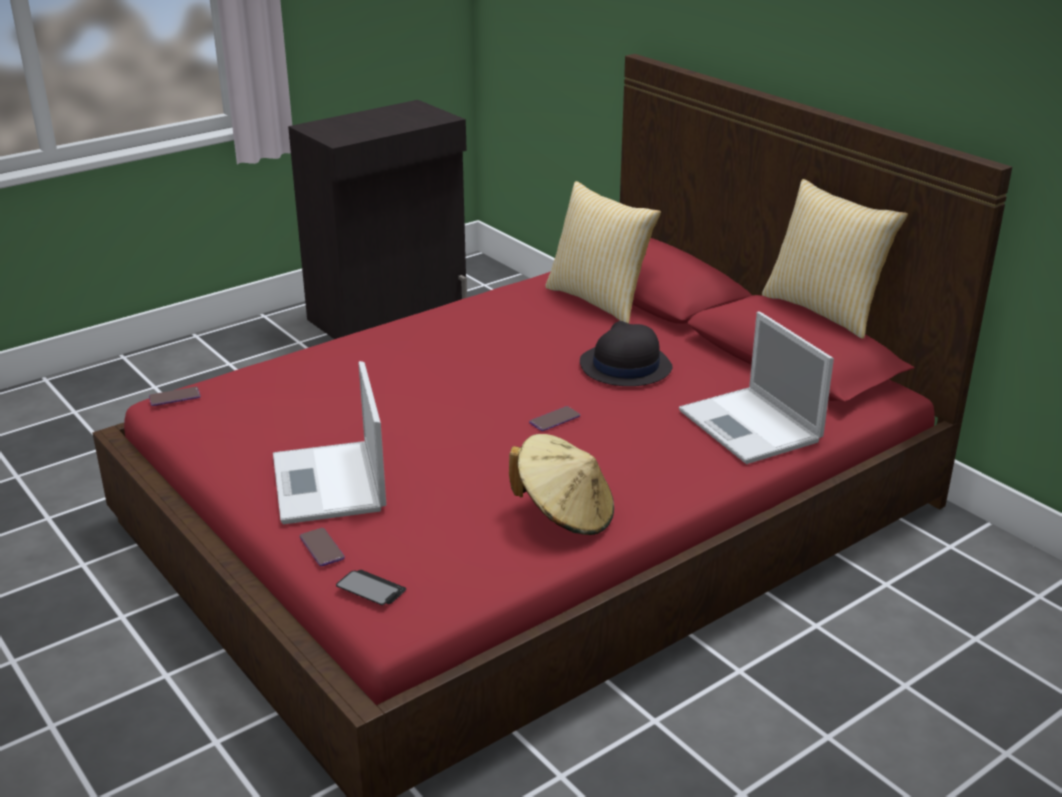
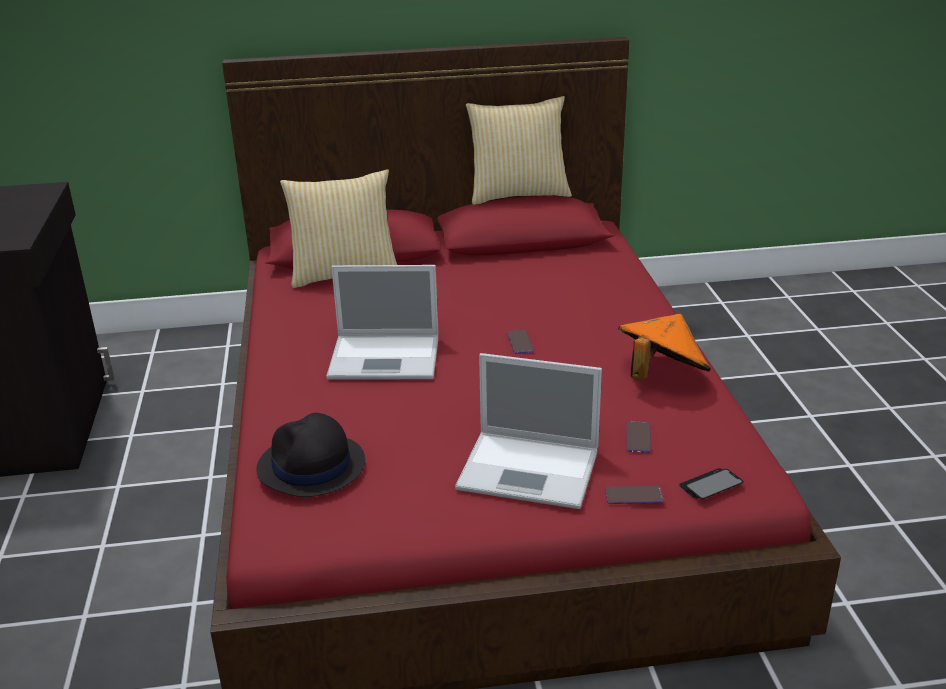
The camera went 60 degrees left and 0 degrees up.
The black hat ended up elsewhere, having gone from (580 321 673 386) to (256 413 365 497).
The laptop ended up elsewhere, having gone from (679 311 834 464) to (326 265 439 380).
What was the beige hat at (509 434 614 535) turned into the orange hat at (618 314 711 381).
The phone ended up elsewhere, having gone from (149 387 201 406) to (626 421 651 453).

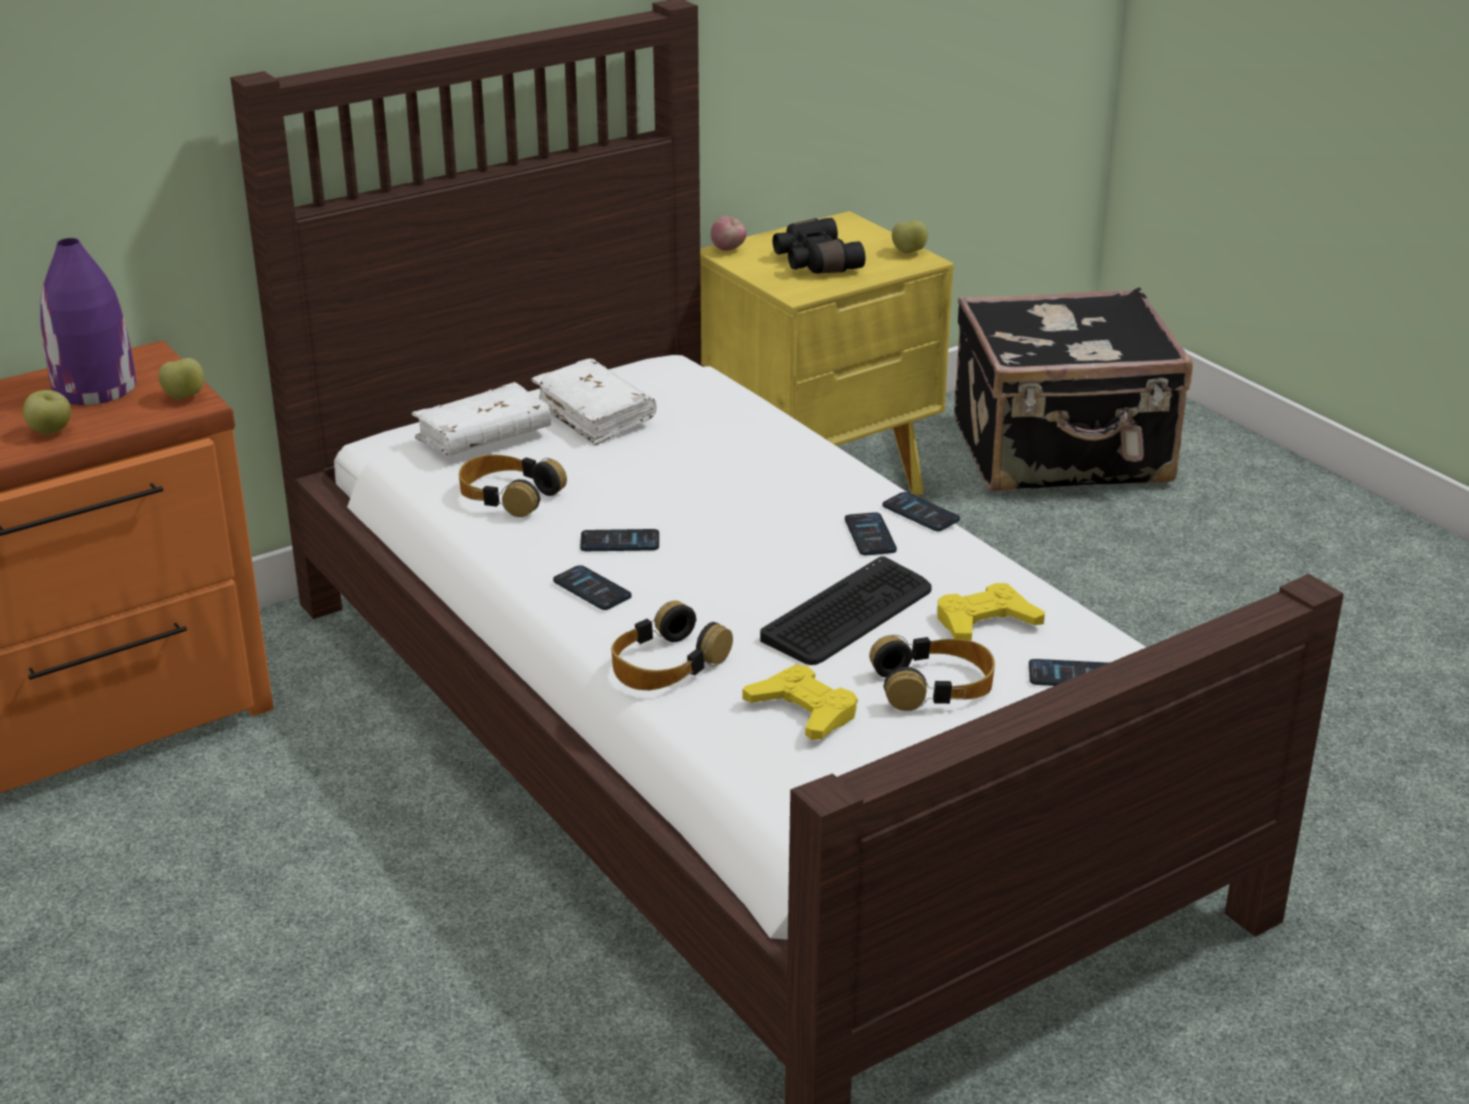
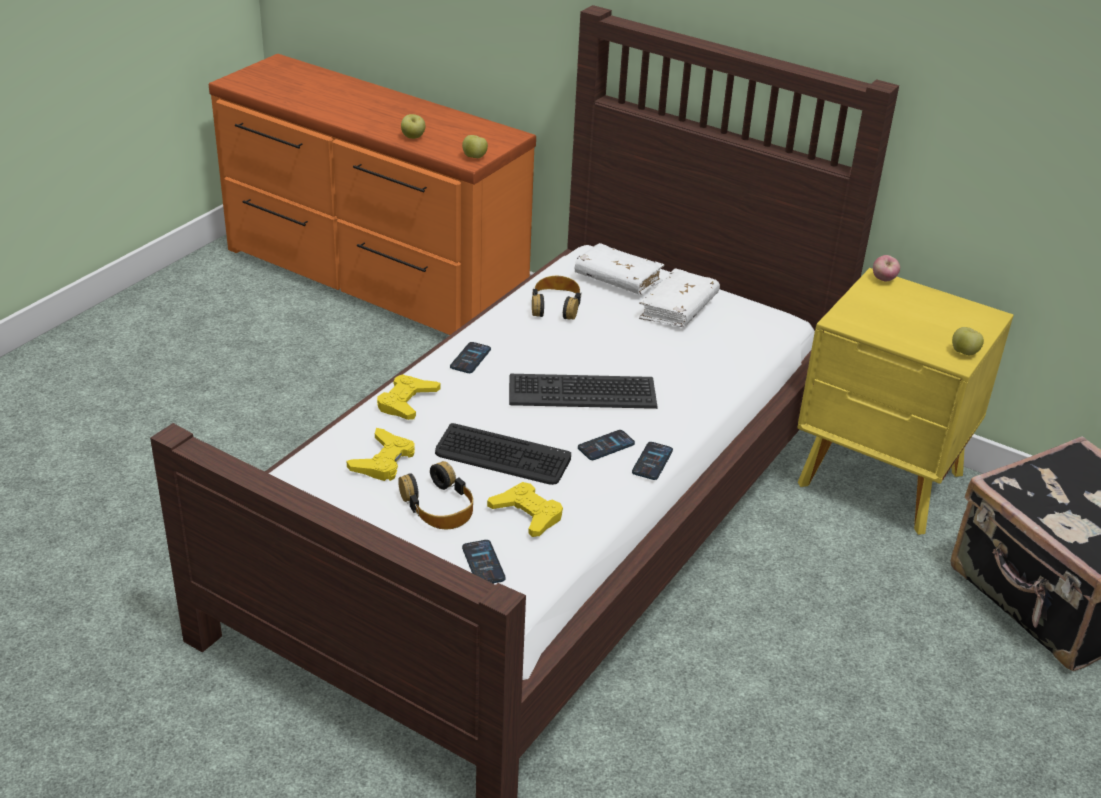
The camera went 65 degrees right and 5 degrees up.
Where the headphones stood at (611 601 733 690), the yellow game controller came to stand at (377 374 441 420).
The second view gained the keyboard at (509 374 658 409).
The second view lost the purple vase at (40 238 136 405).
The second view lost the phone at (580 529 659 551).
The second view lost the black binoculars at (773 218 865 274).

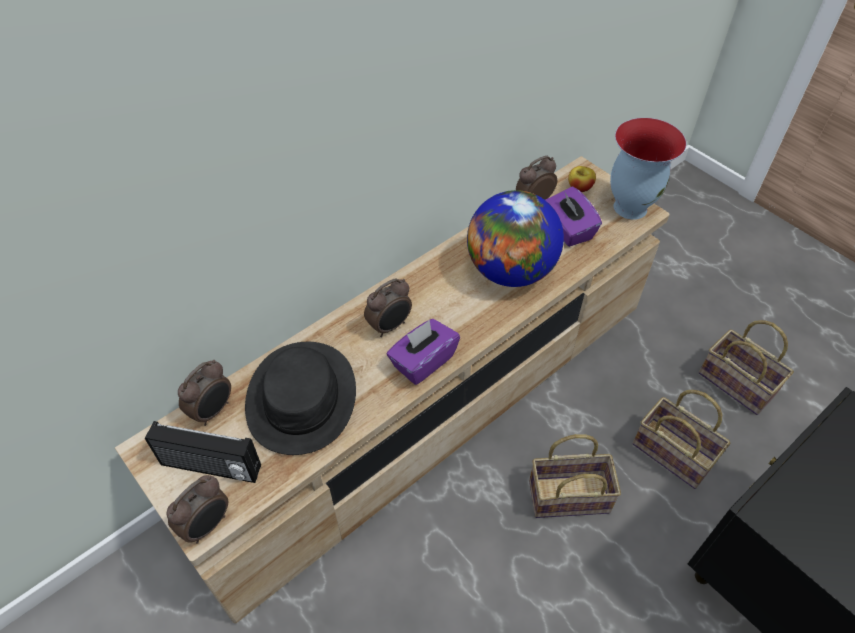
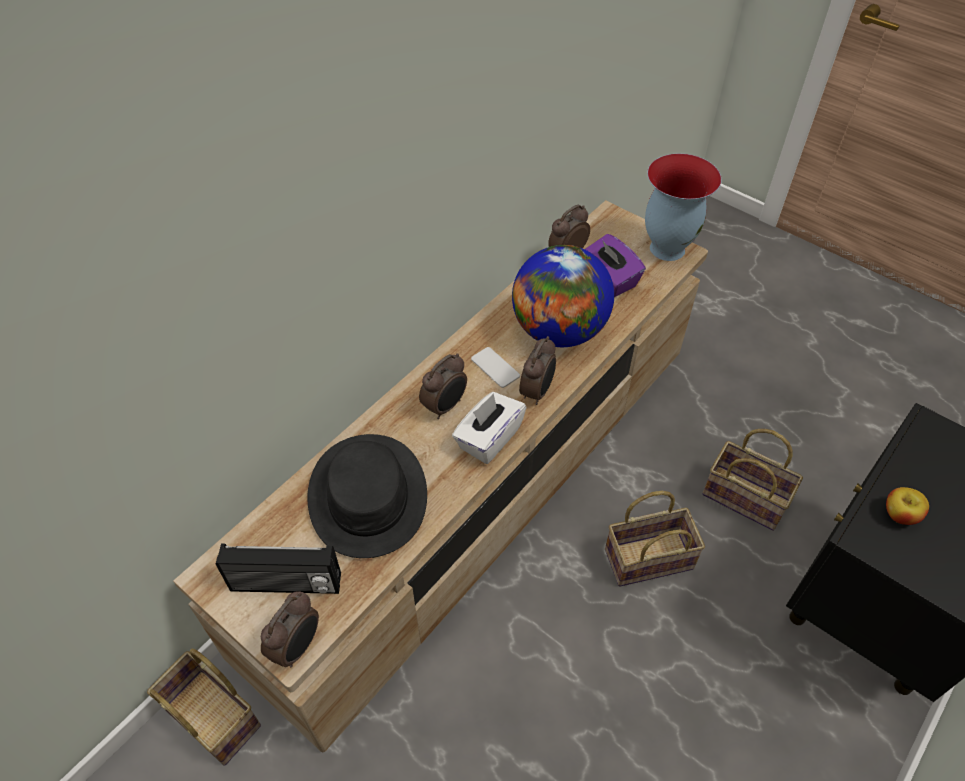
The camera went 10 degrees left and 0 degrees up.
The basket ended up elsewhere, having gone from (699 320 794 415) to (147 648 261 766).
What was the purple tissue box at (387 319 460 385) turned into the white tissue box at (452 392 527 464).
The second view gained the phone at (471 347 520 388).
The alarm clock ended up elsewhere, having gone from (178 360 231 426) to (519 336 556 405).
The apple ended up elsewhere, having gone from (568 166 596 192) to (886 487 929 525).

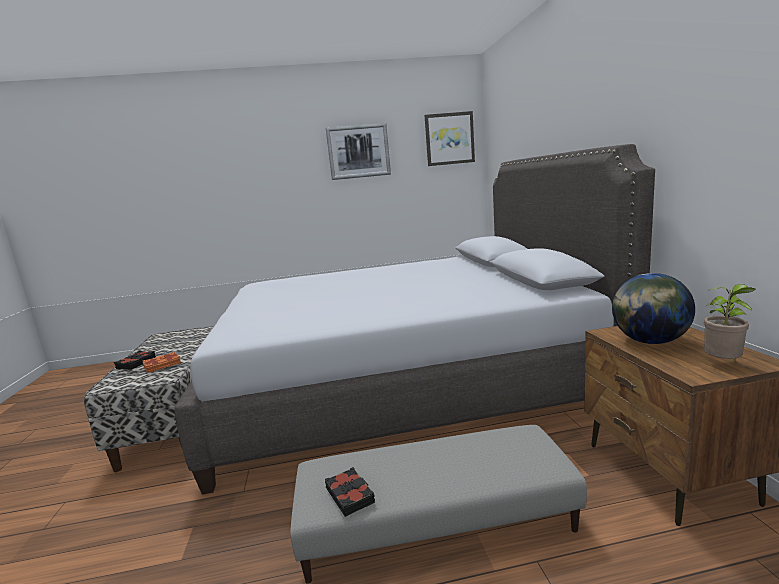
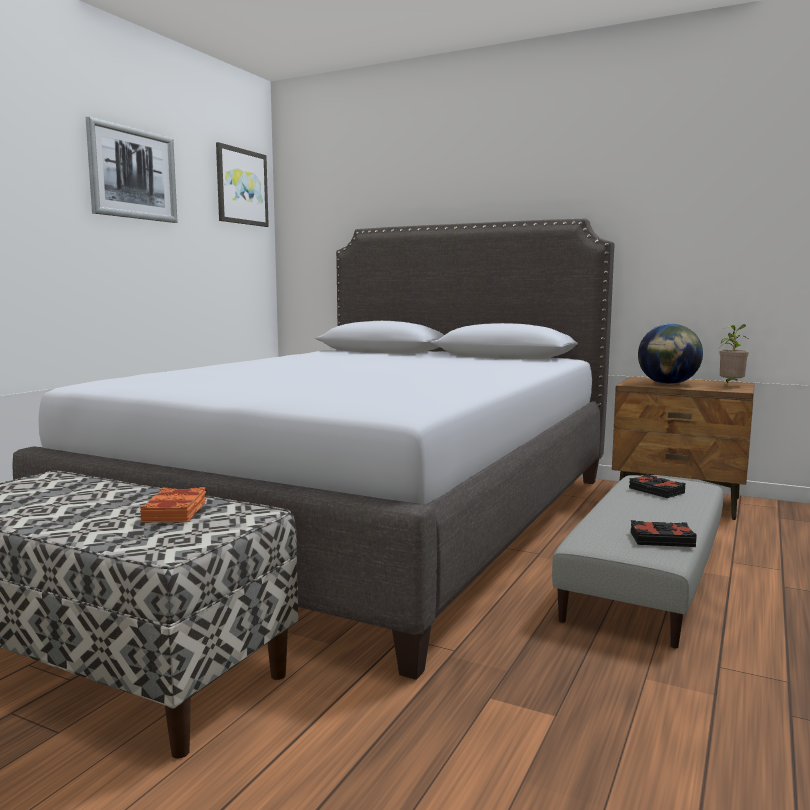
The camera went 55 degrees left and 5 degrees down.
The black book ended up elsewhere, having gone from (114 351 156 370) to (629 474 686 498).

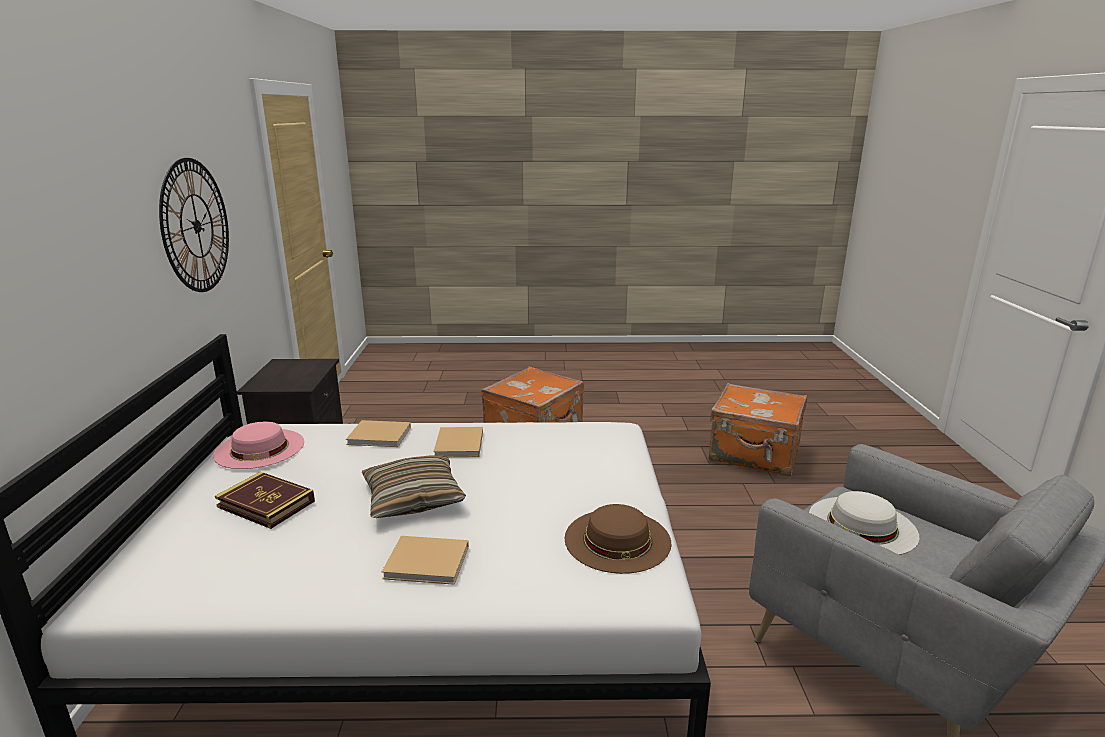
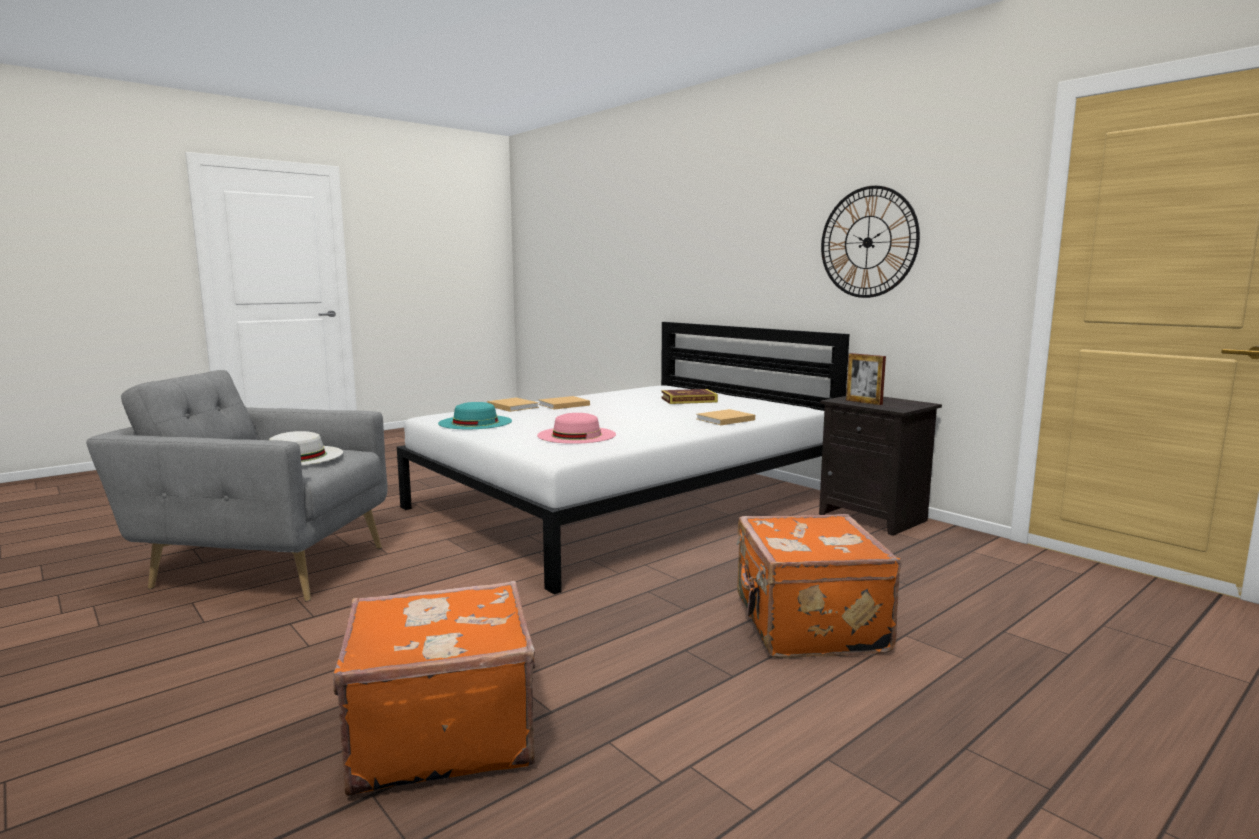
The camera went 140 degrees right and 10 degrees down.
What was the brown hat at (565 504 671 574) turned into the turquoise hat at (438 402 512 429).
The beige book ended up elsewhere, having gone from (433 427 483 457) to (487 398 539 412).
The pink hat ended up elsewhere, having gone from (213 422 304 469) to (537 413 616 444).
The second view gained the picture frame at (846 353 886 405).
The second view lost the pillow at (362 455 466 518).

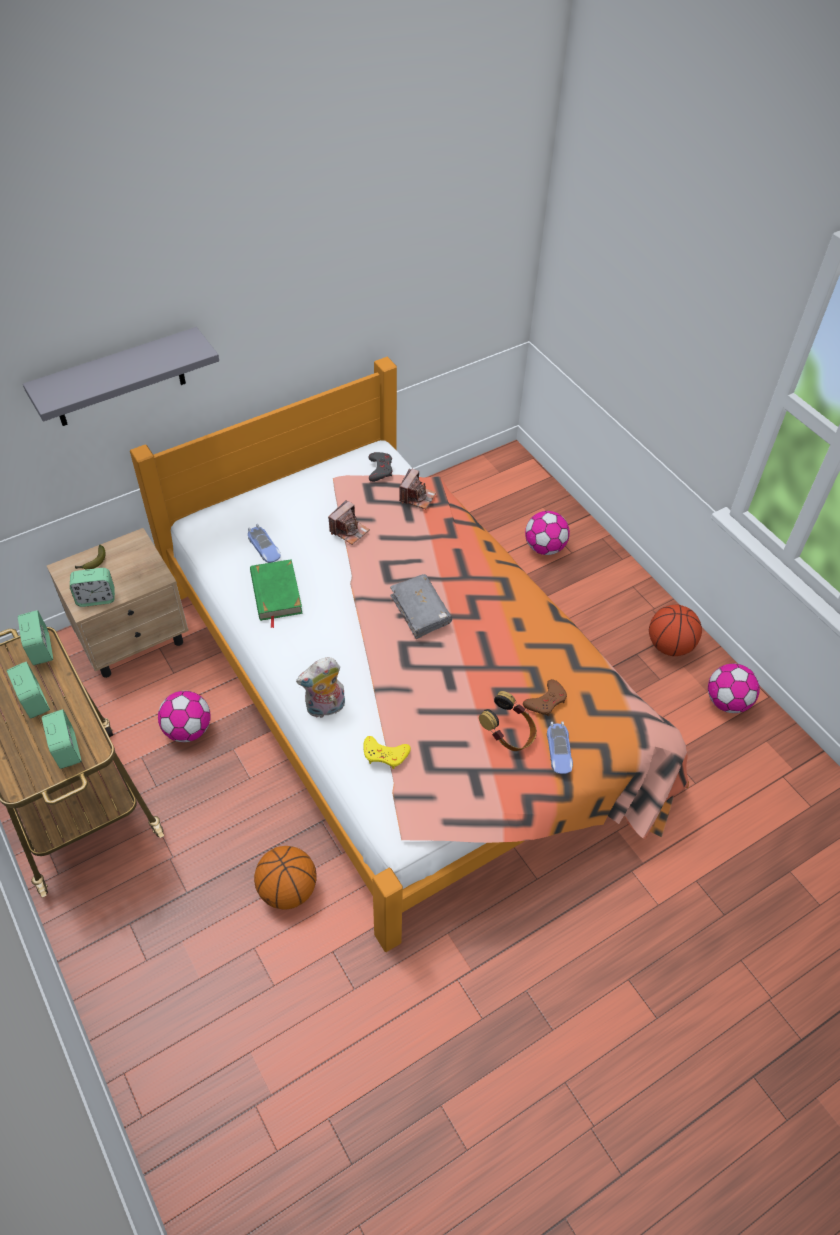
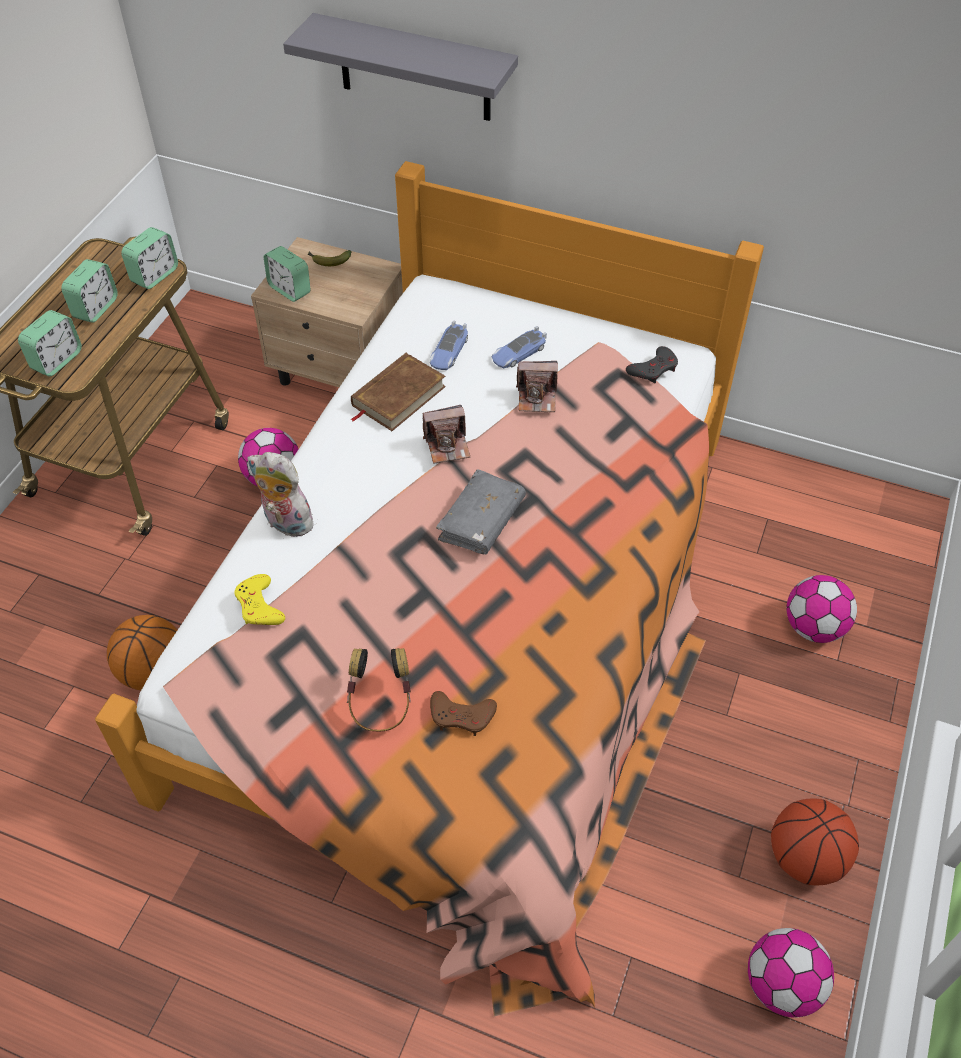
The camera went 55 degrees right and 0 degrees up.
What was the green book at (250 559 303 628) turned into the brown book at (350 353 446 431).
The photo camera ended up elsewhere, having gone from (399 468 436 509) to (422 405 470 464).
The toy car ended up elsewhere, having gone from (547 721 573 774) to (492 326 547 368).

